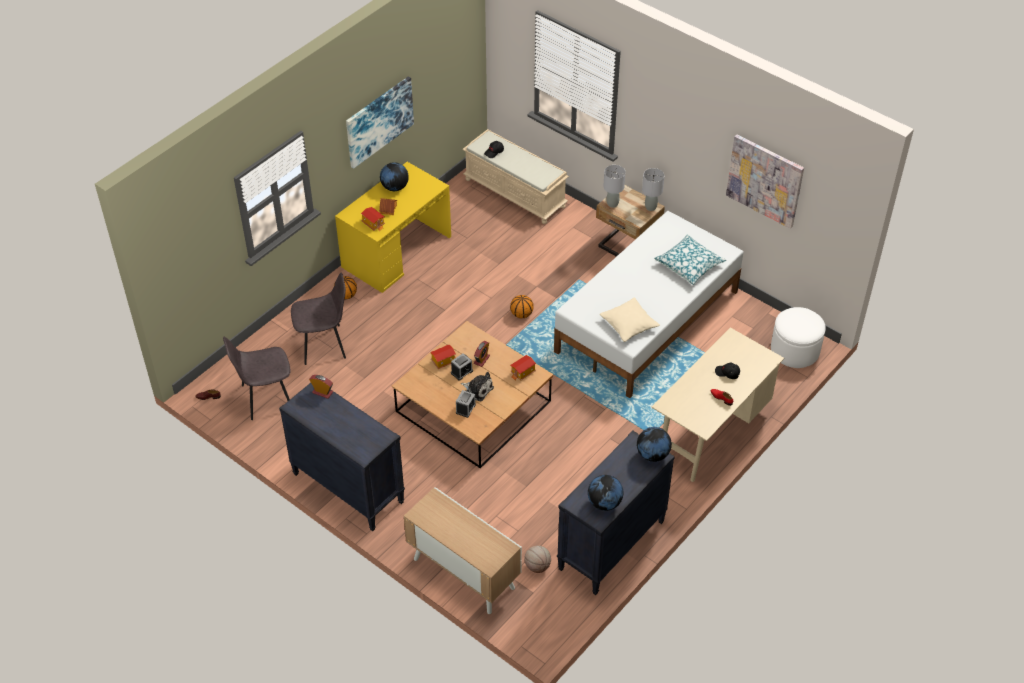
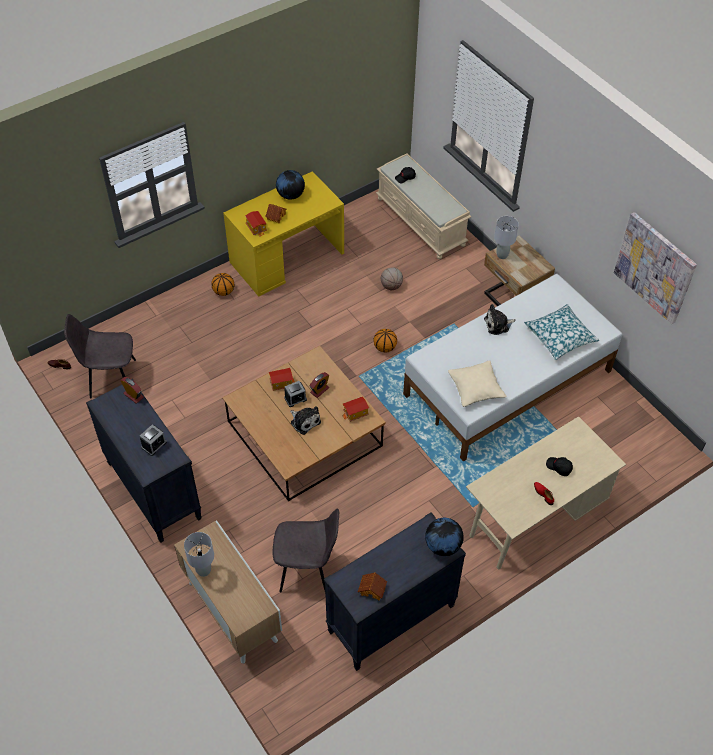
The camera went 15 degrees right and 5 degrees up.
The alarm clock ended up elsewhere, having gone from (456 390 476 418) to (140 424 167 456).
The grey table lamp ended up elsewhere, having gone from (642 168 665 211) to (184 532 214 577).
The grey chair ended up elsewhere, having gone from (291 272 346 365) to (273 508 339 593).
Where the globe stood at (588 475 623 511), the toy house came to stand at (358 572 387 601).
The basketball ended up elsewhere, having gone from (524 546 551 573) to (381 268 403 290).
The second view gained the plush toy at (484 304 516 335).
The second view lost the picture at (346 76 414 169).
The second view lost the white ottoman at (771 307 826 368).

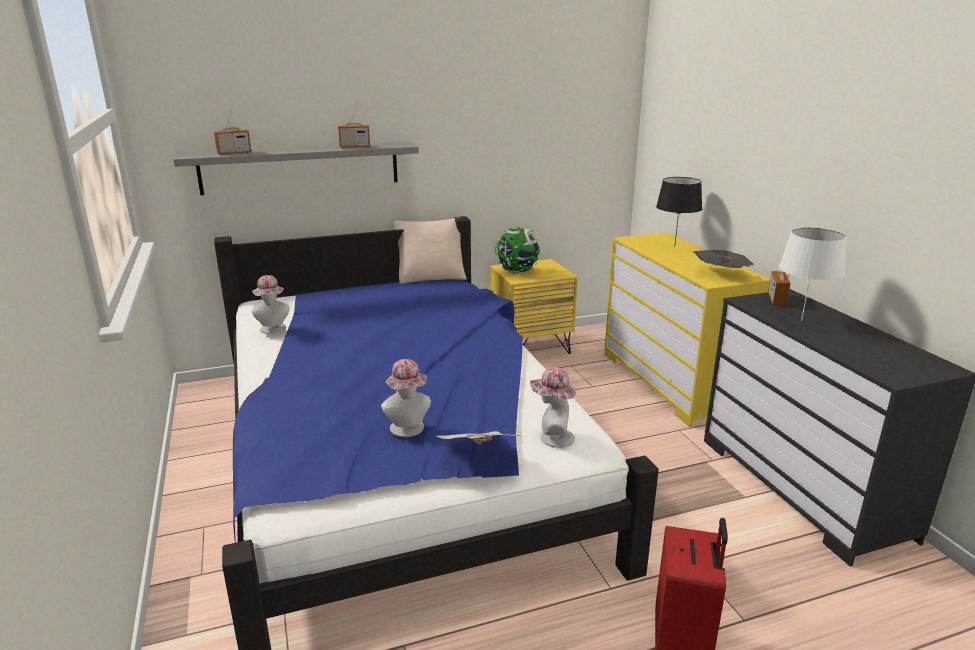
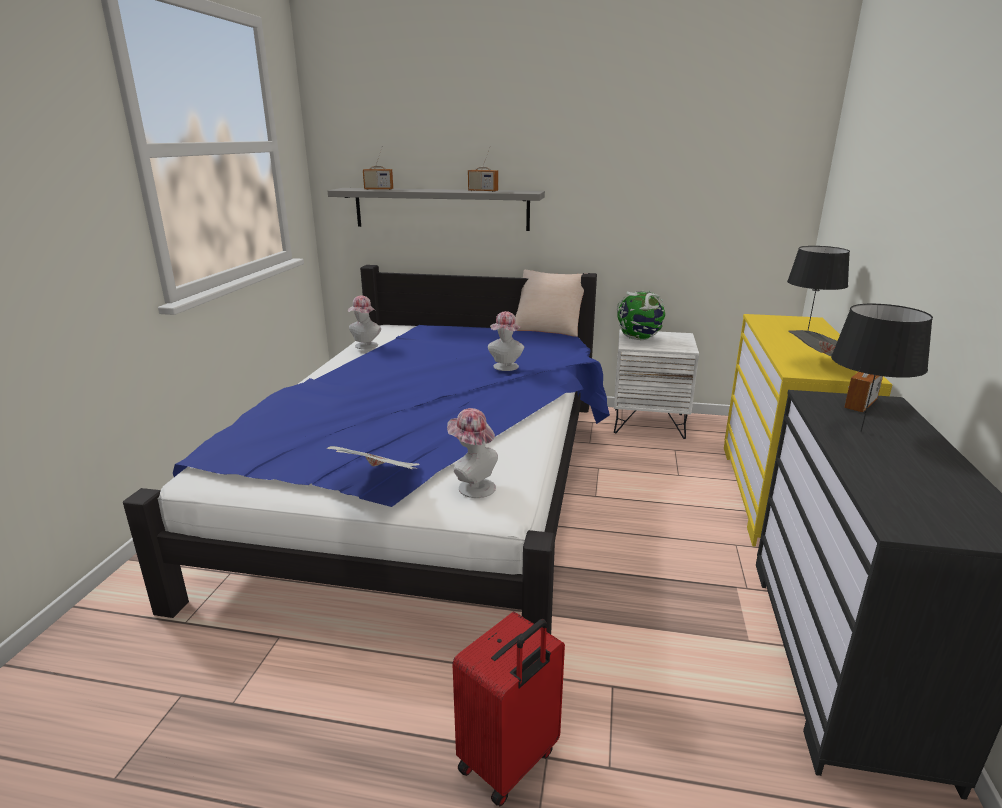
The camera went 30 degrees right and 0 degrees up.
The hat ended up elsewhere, having gone from (381 359 431 437) to (488 311 524 371).
What was the yellow nightstand at (490 259 577 354) turned into the white nightstand at (614 329 699 439).
What was the white table lamp at (779 227 847 321) turned into the black table lamp at (831 304 933 432).

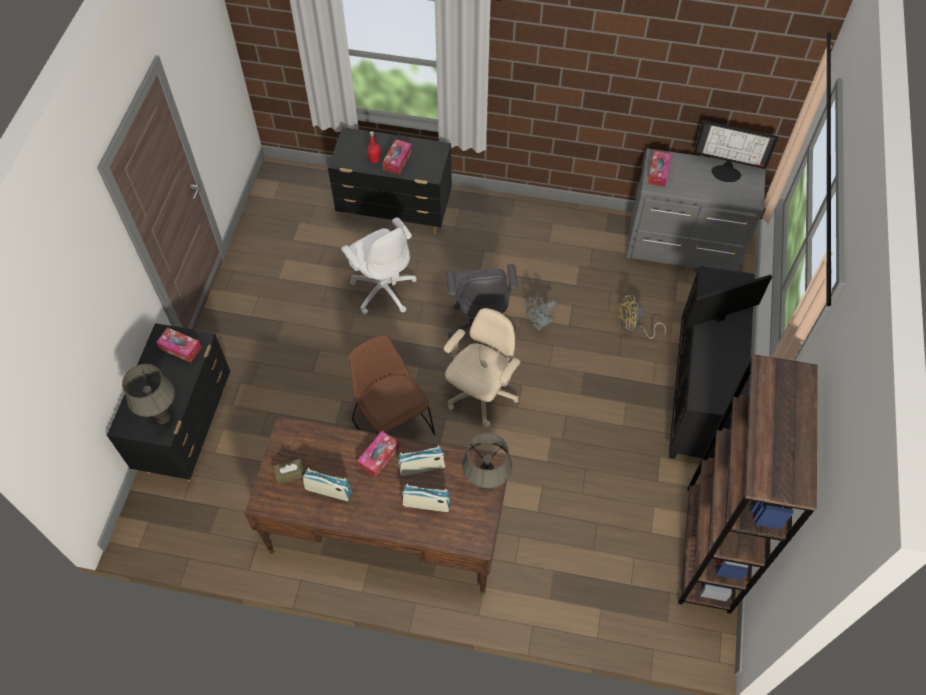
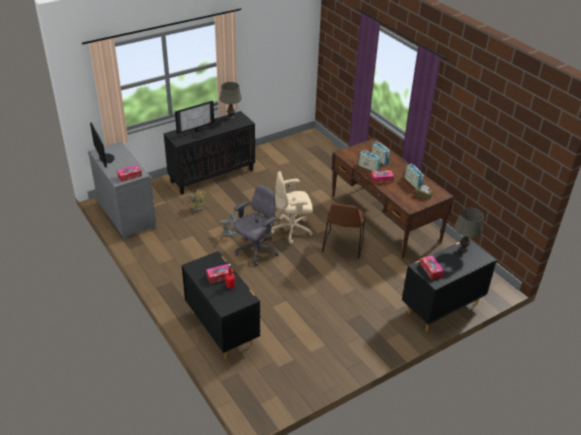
The camera went 135 degrees left and 20 degrees down.
The monitor at (686 274 772 327) ended up facing another way, 60 degrees counterclockwise from before.
The grey table lamp ended up elsewhere, having gone from (462 433 512 492) to (220 82 242 120).
The second view lost the white office chair at (341 217 417 315).
The second view lost the brown bookcase at (678 354 818 614).

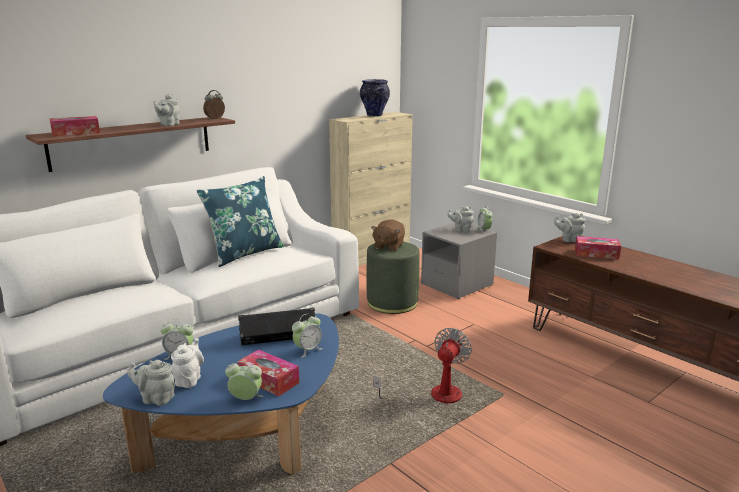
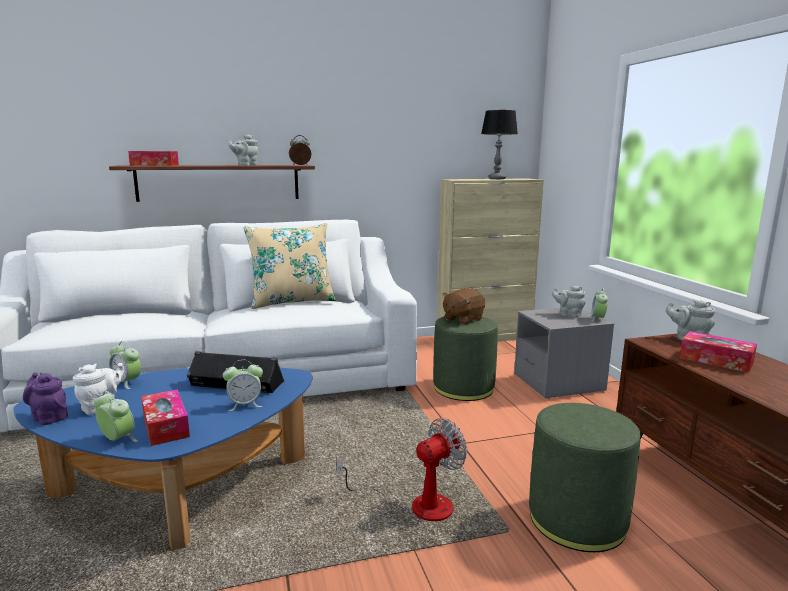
The camera went 25 degrees right and 5 degrees down.
What was the grey teapot at (127 360 175 406) turned into the purple teapot at (23 372 68 425).
What was the blue pillow at (197 176 284 267) turned into the beige pillow at (243 223 336 309).
Where the vase stood at (360 79 390 116), the table lamp came to stand at (481 110 518 179).
The second view gained the green ottoman at (529 403 641 552).

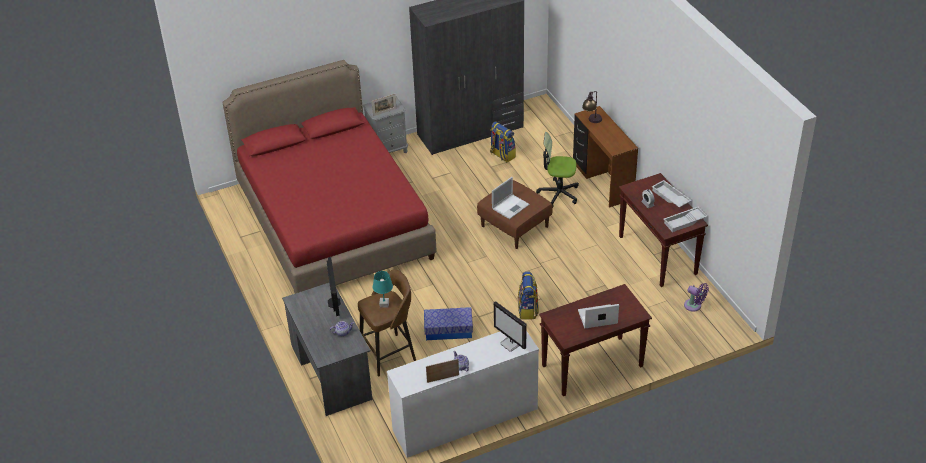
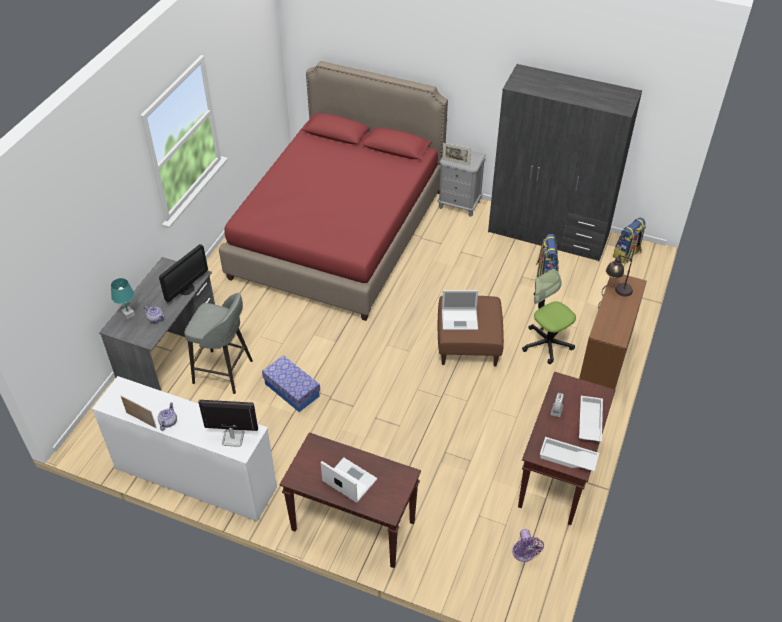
The camera went 45 degrees right and 5 degrees up.
The turquoise table lamp ended up elsewhere, having gone from (373 271 393 307) to (111 278 135 319).
What was the brown stool at (358 269 416 376) turned into the grey stool at (184 293 253 394).
The monitor at (494 301 526 352) ended up facing another way, 90 degrees clockwise from before.
The backpack ended up elsewhere, having gone from (518 271 539 320) to (613 217 646 264).

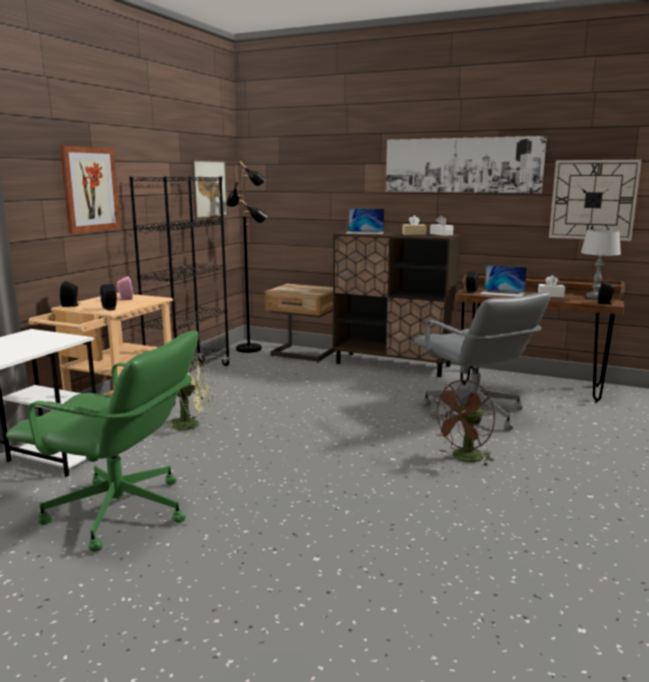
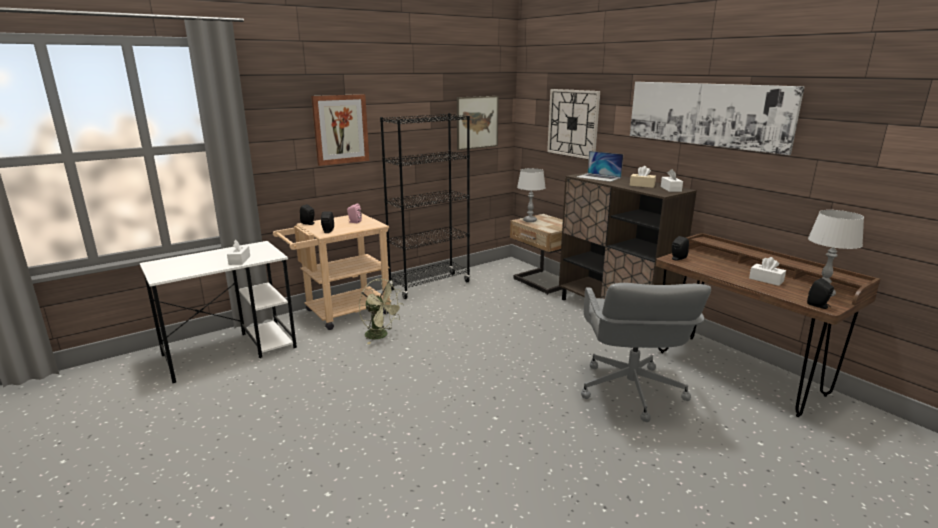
The camera went 30 degrees right and 5 degrees up.
The second view gained the white tissue box at (227 240 250 265).
The second view gained the grey table lamp at (517 168 546 222).
The wall clock ended up elsewhere, having gone from (549 160 642 241) to (547 89 600 159).
The second view lost the green office chair at (6 331 199 552).
The second view lost the black floor lamp at (227 161 268 353).
The second view lost the brown fan at (430 380 495 466).
The second view lost the laptop at (481 265 527 297).

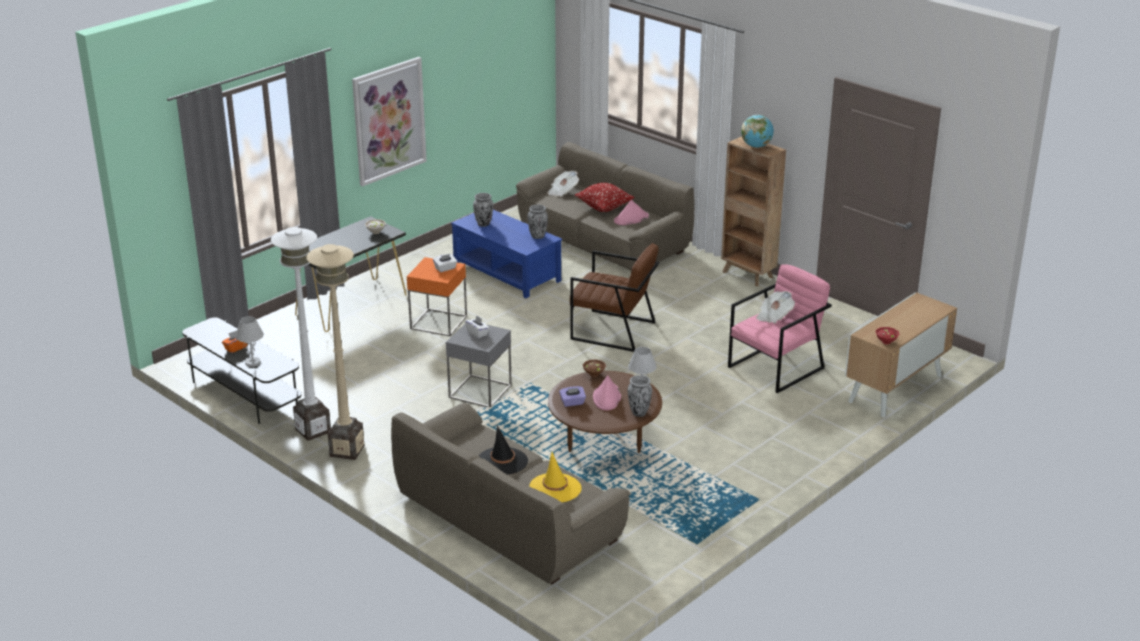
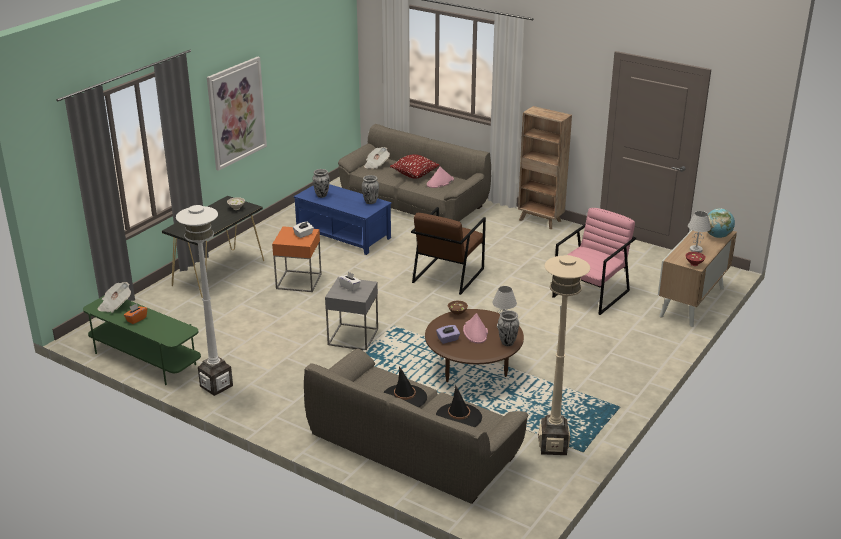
The camera went 10 degrees left and 0 degrees up.
What was the grey tv stand at (182 317 301 424) turned into the green tv stand at (83 295 201 385).
The newspaper ended up elsewhere, having gone from (756 291 795 323) to (98 282 131 313).
The brown armchair at (570 243 659 352) ended up facing another way, 105 degrees clockwise from before.
What was the yellow hat at (529 452 582 502) turned into the black hat at (436 385 482 427).
The beige floor lamp ended up elsewhere, having gone from (306 244 364 460) to (538 255 590 455).
The white table lamp ended up elsewhere, having gone from (236 316 264 367) to (688 211 711 253).
The globe ended up elsewhere, having gone from (741 115 774 148) to (707 208 735 238).

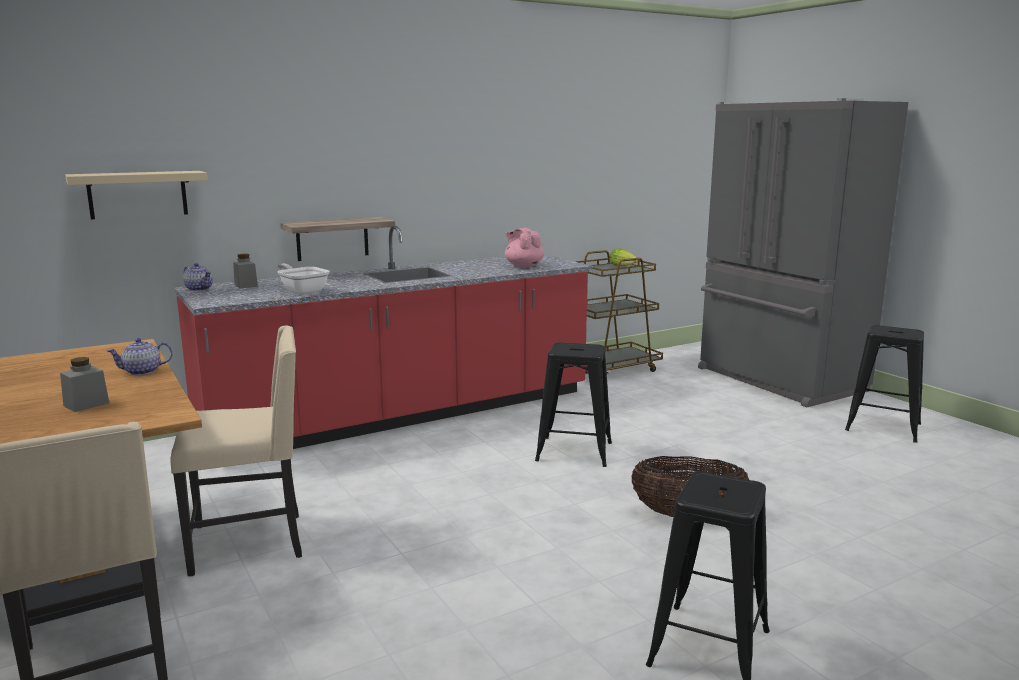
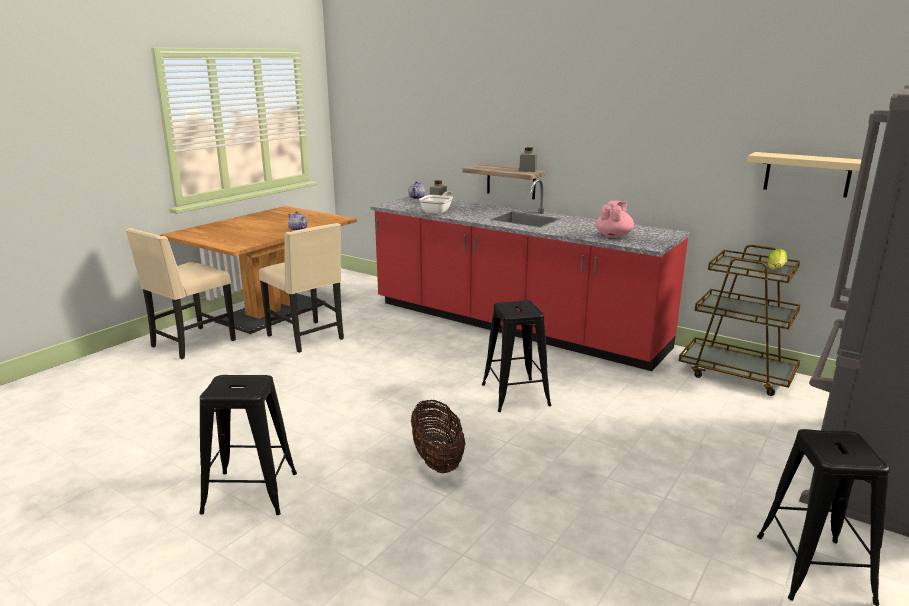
The camera went 65 degrees right and 5 degrees up.
The grey jar ended up elsewhere, having gone from (60 357 109 412) to (519 147 537 172).
The beige shelf ended up elsewhere, having gone from (65 171 208 219) to (747 152 862 198).

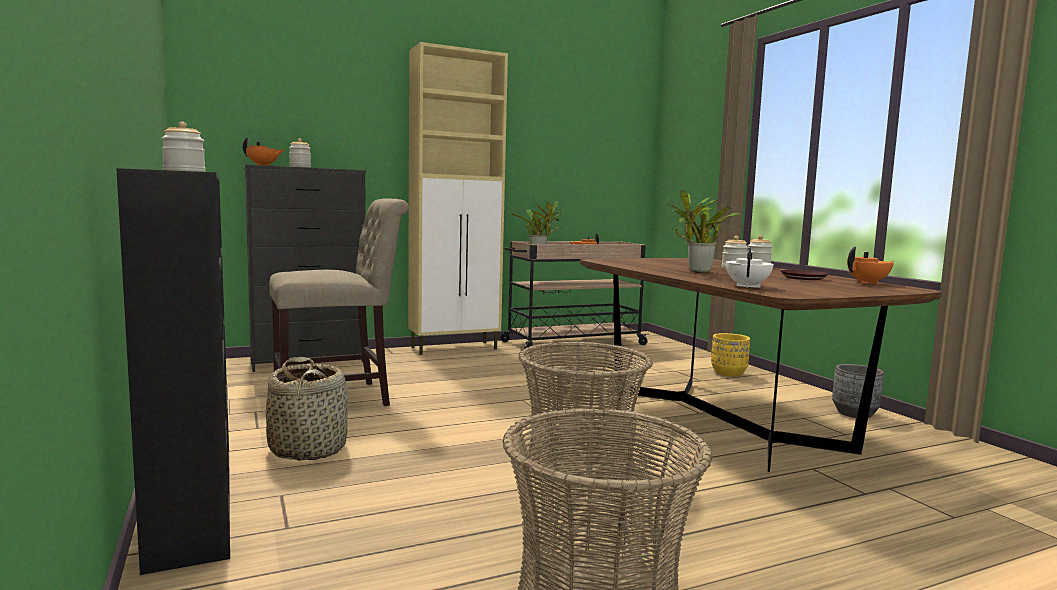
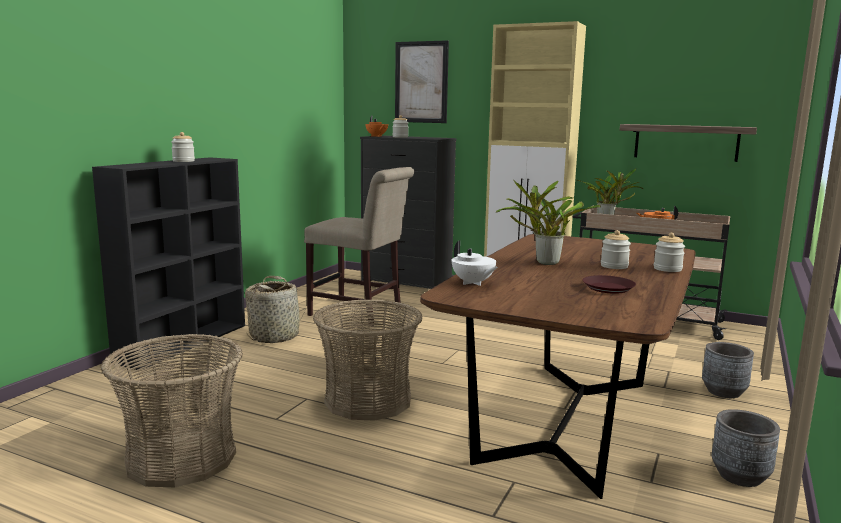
The camera went 50 degrees right and 5 degrees up.
The second view gained the picture at (395 40 449 123).
The white teapot at (726 248 774 288) ended up facing another way, 75 degrees clockwise from before.
The second view gained the shelf at (620 124 757 162).
What was the yellow planter at (711 333 750 377) turned into the grey planter at (702 342 754 398).
The second view lost the orange teapot at (847 247 894 285).

